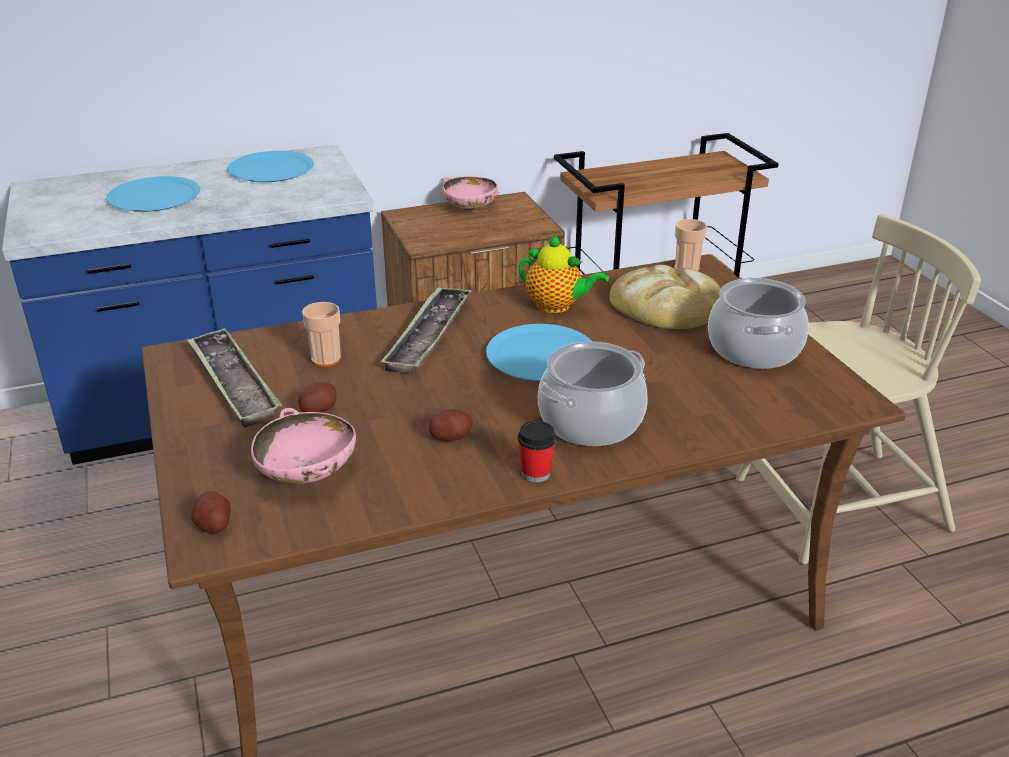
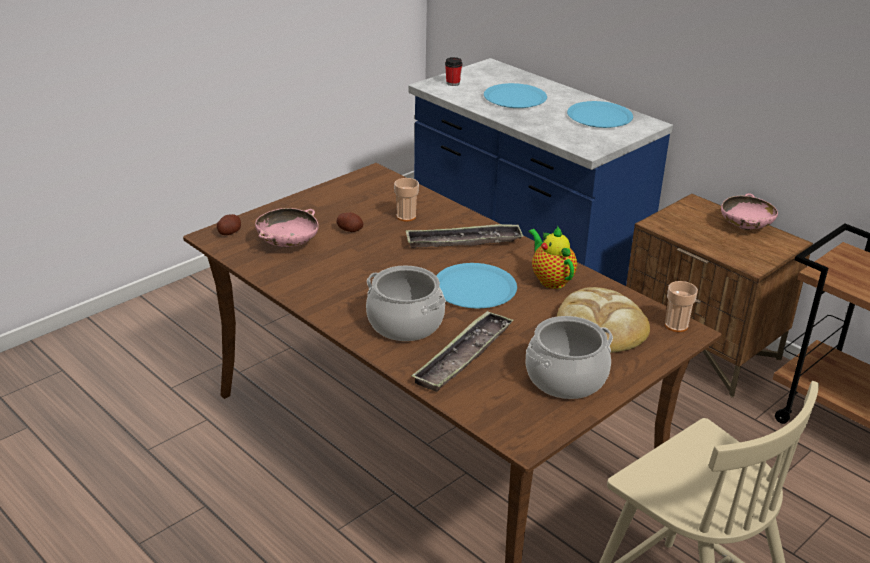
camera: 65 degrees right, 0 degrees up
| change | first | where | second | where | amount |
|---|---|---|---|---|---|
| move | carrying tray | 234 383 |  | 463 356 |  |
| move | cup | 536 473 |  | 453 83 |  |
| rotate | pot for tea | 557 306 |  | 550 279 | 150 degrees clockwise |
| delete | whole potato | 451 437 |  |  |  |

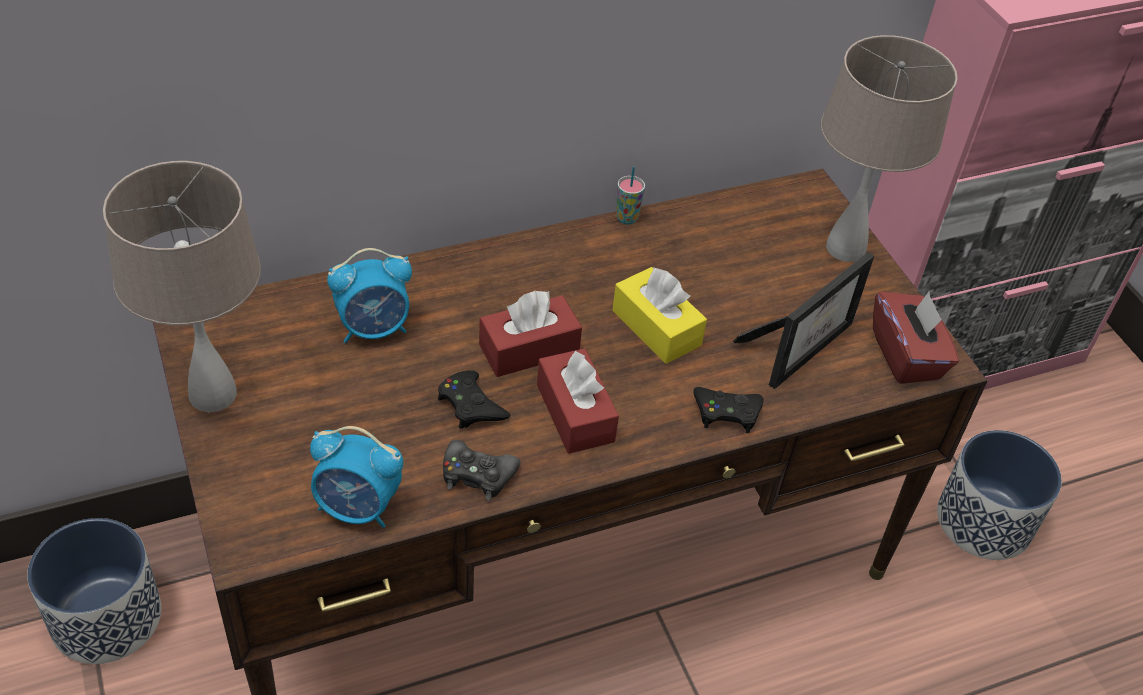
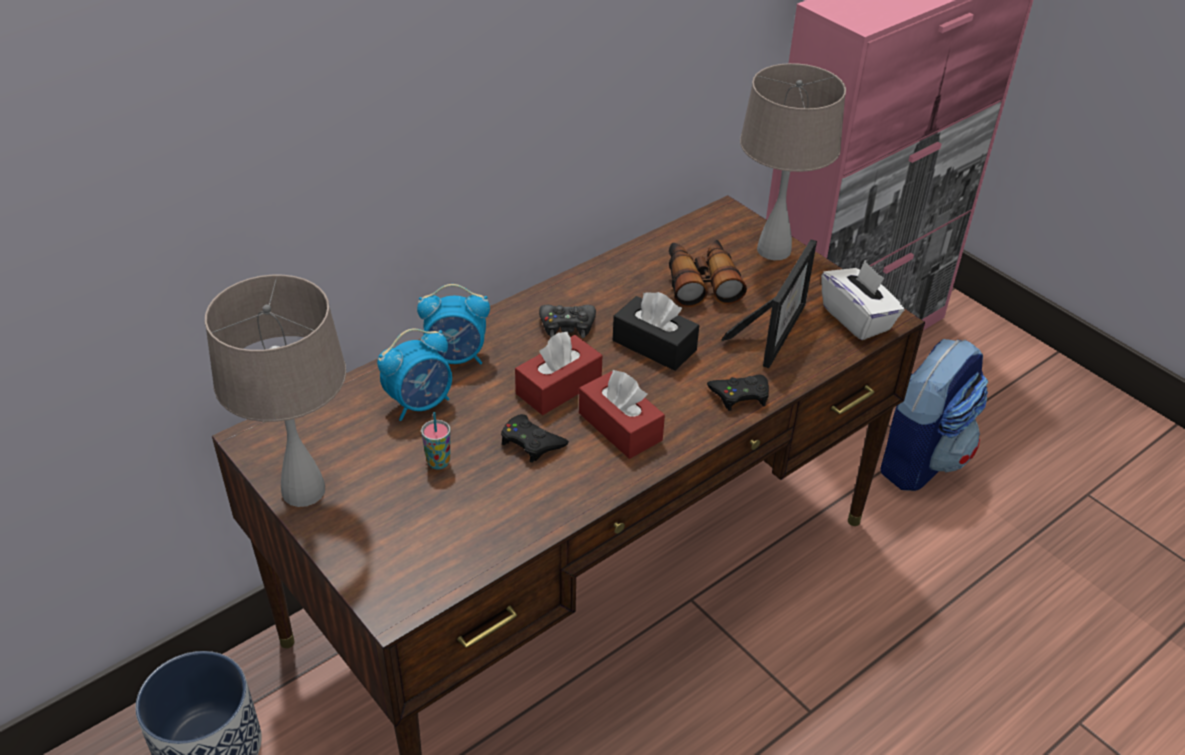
camera: 15 degrees left, 5 degrees down
| change | first | where | second | where | amount |
|---|---|---|---|---|---|
| move | alarm clock | 358 508 |  | 456 357 |  |
| move | cup | 626 218 |  | 438 462 |  |
| move | game controller in black-coloured | 477 475 |  | 567 326 |  |
| recolor | tissue holder in yellow-coloured | 656 328 | tissue holder in black-coloured | 654 345 |  |
| insert |  |  | pair of binoculars | 701 281 |  |
| recolor | tissue holder in reddish | 906 356 | tissue holder in white | 857 318 |  |
| replace | planter | 983 521 | rucksack | 918 458 |  |

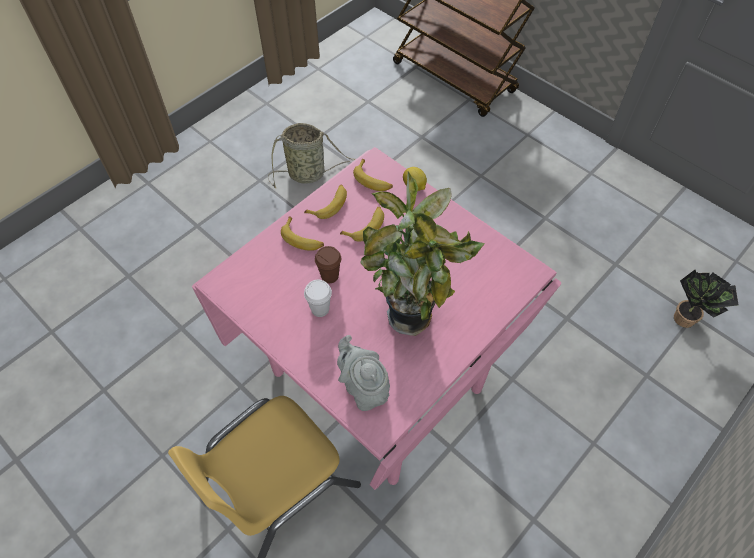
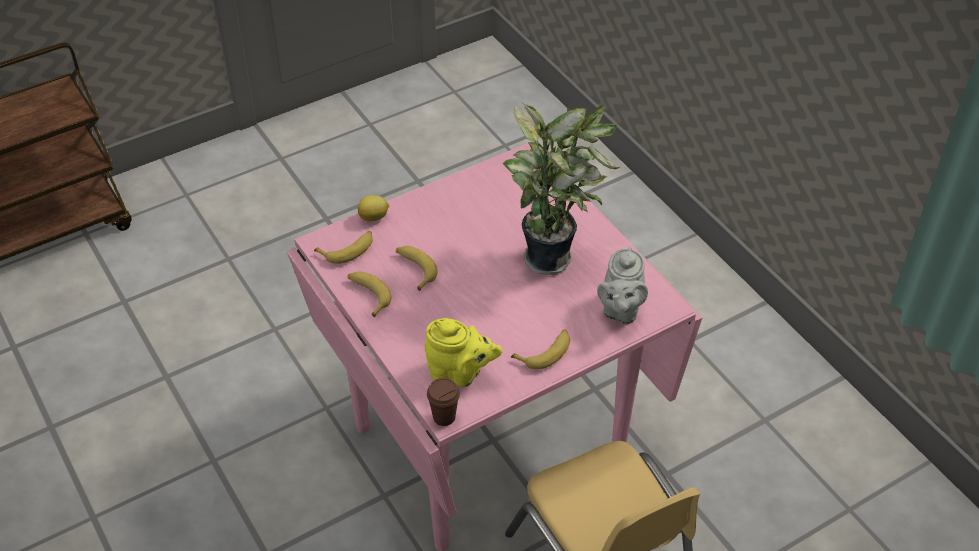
camera: 75 degrees left, 10 degrees down
| change | first | where | second | where | amount |
|---|---|---|---|---|---|
| insert |  |  | pot for tea in yellow-coloured | 459 373 |  |
| move | cup in brown-coloured | 329 276 |  | 444 417 |  |
| move | whole banana | 302 239 |  | 545 352 |  |
| rotate | pot for tea in greyish | 364 388 |  | 620 310 | 60 degrees counterclockwise |
| delete | household basket | 309 174 |  |  |  |
| delete | cup in white | 320 309 |  |  |  |
| delete | plant in a pot | 687 318 |  |  |  |

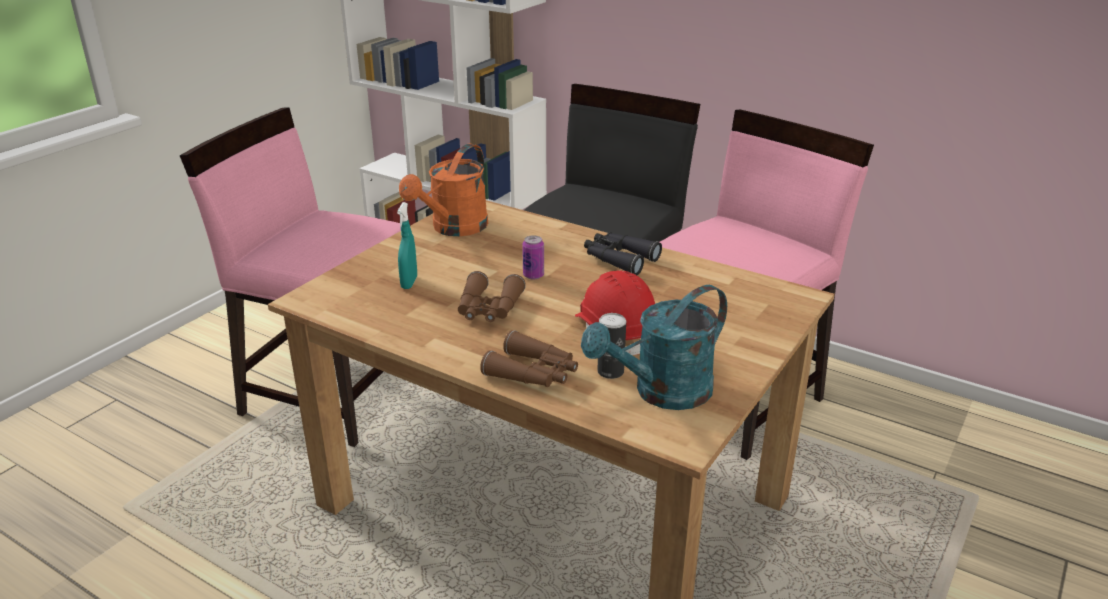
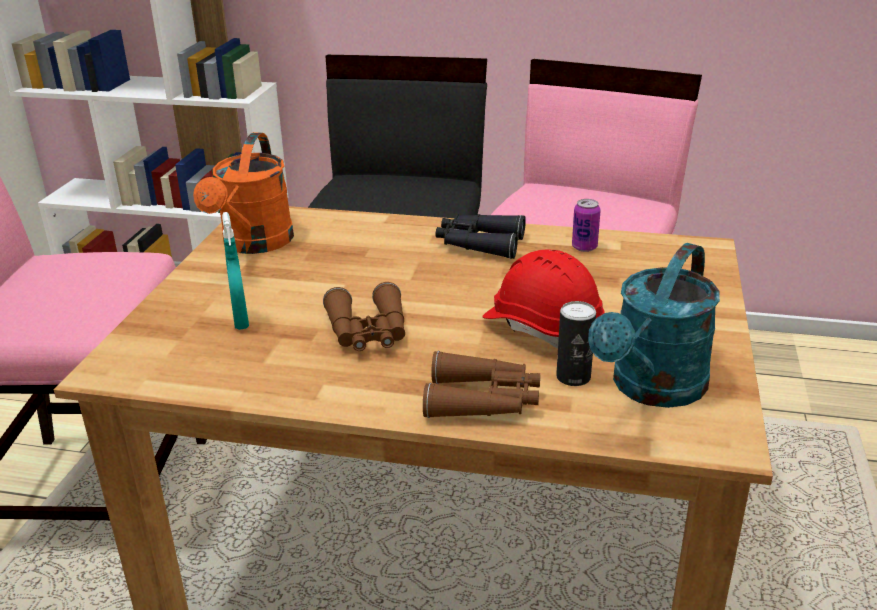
camera: 20 degrees left, 0 degrees up
| change | first | where | second | where | amount |
|---|---|---|---|---|---|
| move | sealed can | 533 275 |  | 584 247 |  |

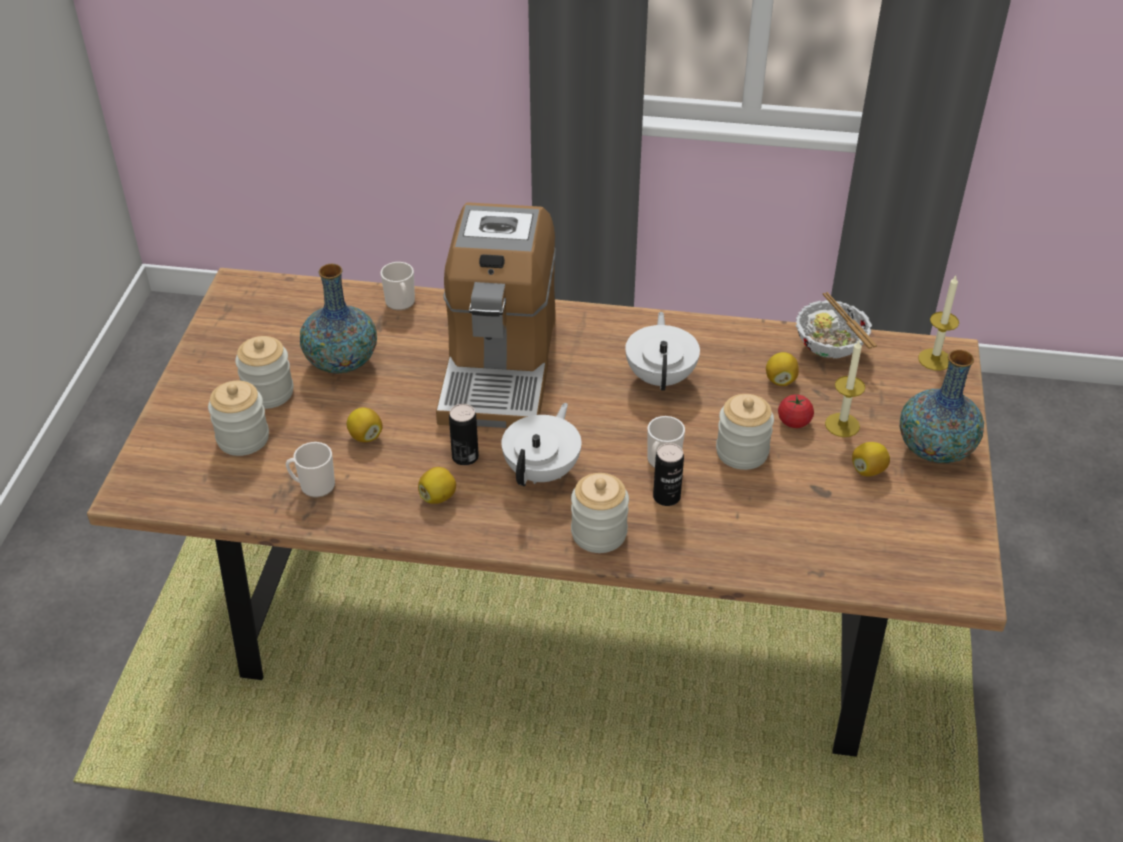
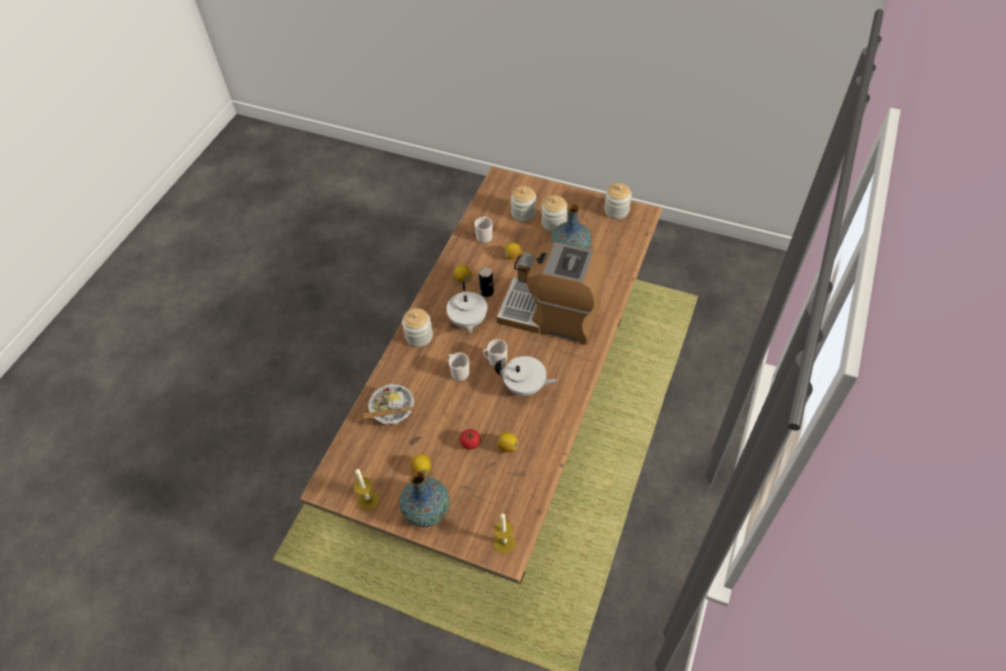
camera: 105 degrees right, 10 degrees up
| change | first | where | second | where | amount |
|---|---|---|---|---|---|
| move | wax candle | 842 425 |  | 368 500 |  |
| move | serving bowl | 830 347 |  | 393 413 |  |
| rotate | pot for tea in white | 543 471 |  | 467 321 | 45 degrees clockwise |
| move | mug | 401 303 |  | 495 360 |  |
| move | storage jar | 742 452 |  | 616 210 |  |
| delete | sealed can | 666 497 |  |  |  |

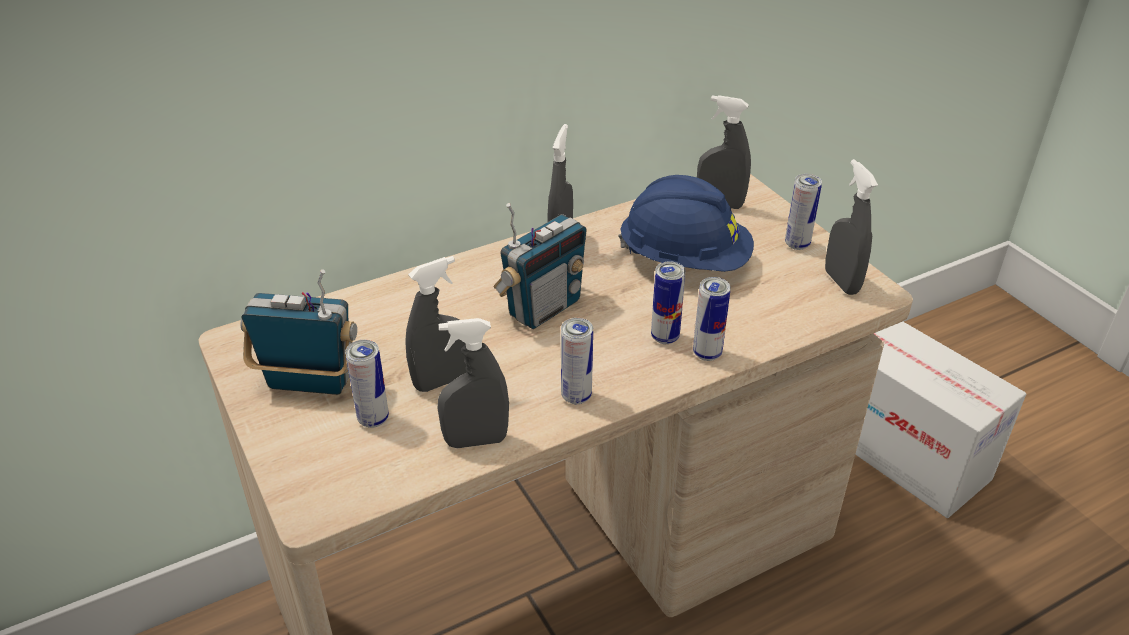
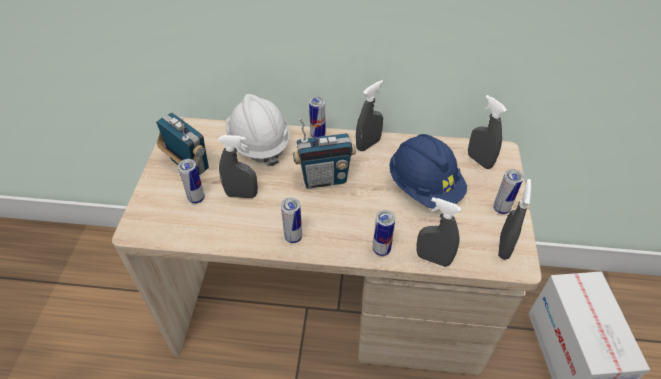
camera: 35 degrees right, 10 degrees up
| change | first | where | second | where | amount |
|---|---|---|---|---|---|
| insert |  |  | hard hat in white | 258 143 |  |
| move | sealed can | 665 337 |  | 318 135 |  |
| move | spray bottle in greyish | 476 441 |  | 433 259 |  |

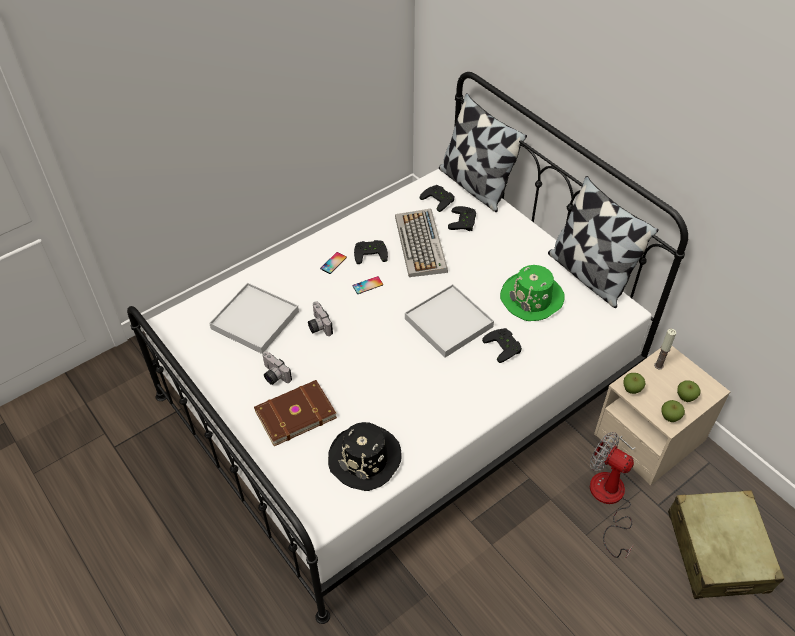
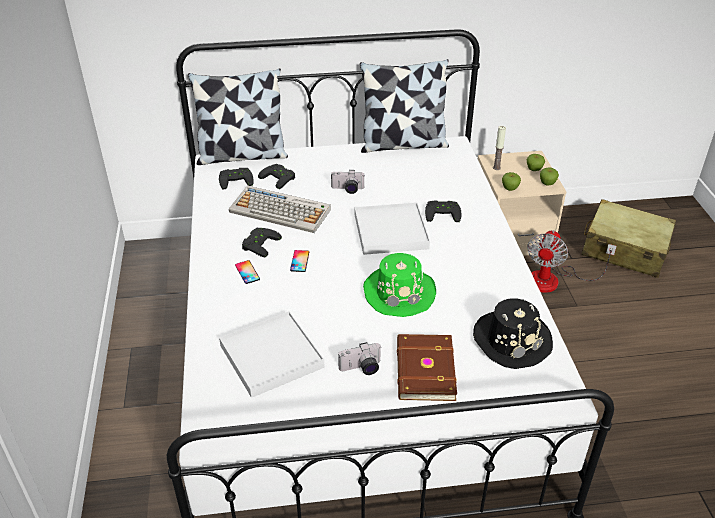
camera: 60 degrees left, 10 degrees down
| change | first | where | second | where | amount |
|---|---|---|---|---|---|
| move | photo camera | 318 326 |  | 347 190 |  |
| move | clothing hat in green-coloured | 532 298 |  | 399 292 |  |
| rotate | electric fan | 608 501 |  | 553 280 | 45 degrees counterclockwise |

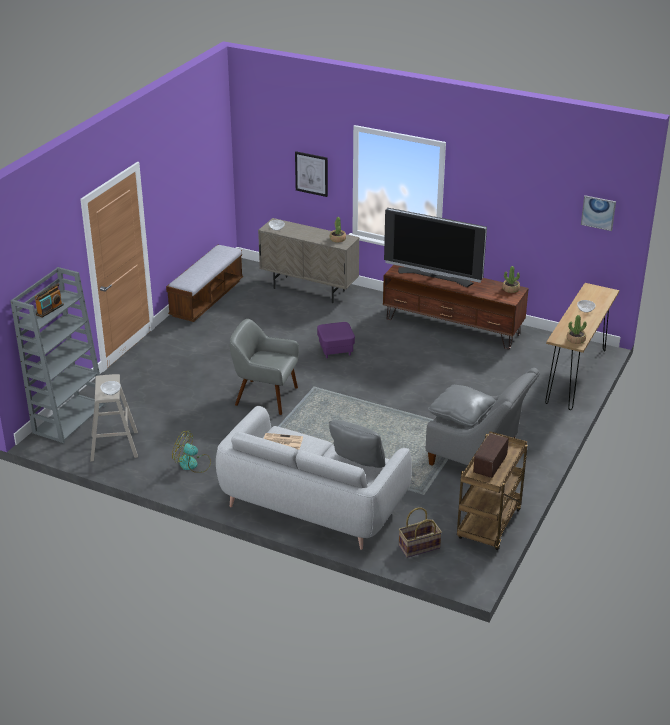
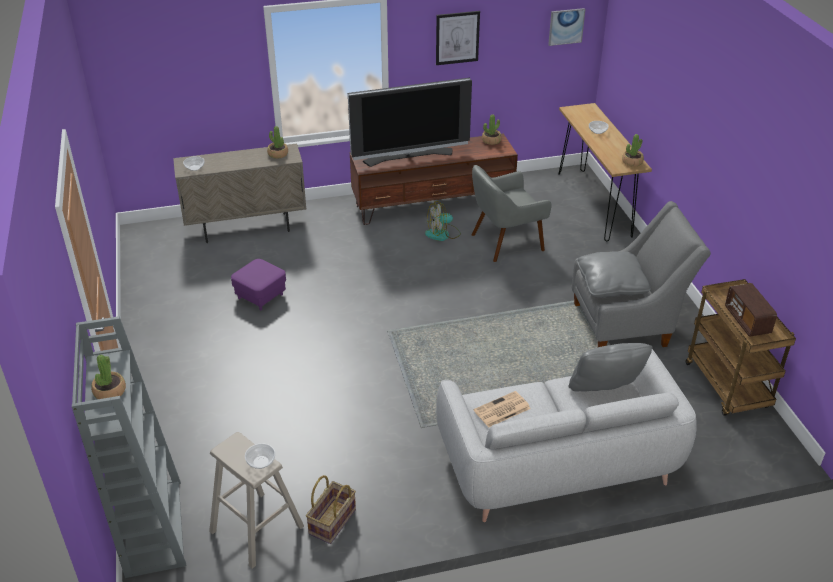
camera: 40 degrees left, 5 degrees up
| change | first | where | second | where | amount |
|---|---|---|---|---|---|
| replace | radio receiver | 49 310 | plant in a pot | 109 391 |  |
| move | footrest in purple-coloured | 335 350 |  | 261 296 |  |
| move | household basket | 419 547 |  | 333 522 |  |
| move | electric fan | 193 464 |  | 443 234 |  |
| move | picture | 311 173 |  | 457 37 |  |
| move | armchair in greyish | 265 396 |  | 505 242 |  |
| delete | long seat | 207 298 |  |  |  |

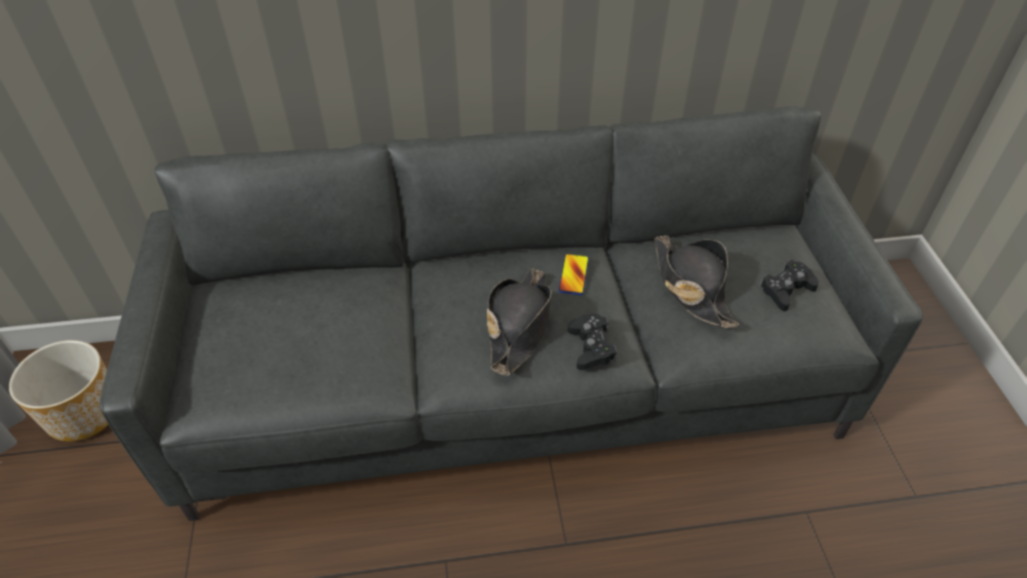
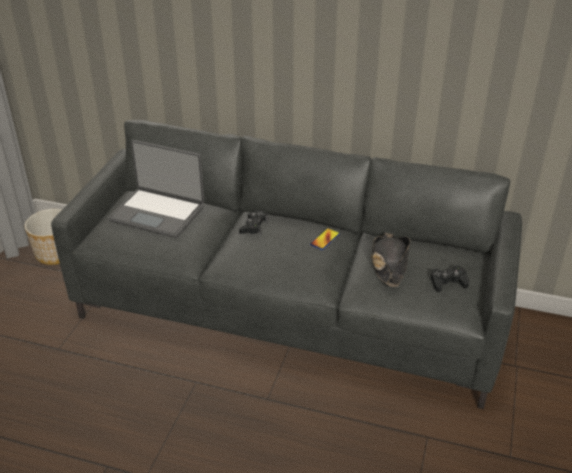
camera: 25 degrees right, 10 degrees down
| change | first | where | second | where | amount |
|---|---|---|---|---|---|
| insert |  |  | notebook computer | 158 213 |  |
| move | game controller in black-coloured | 591 347 |  | 254 227 |  |
| delete | clothing hat in black-coloured | 519 325 |  |  |  |

